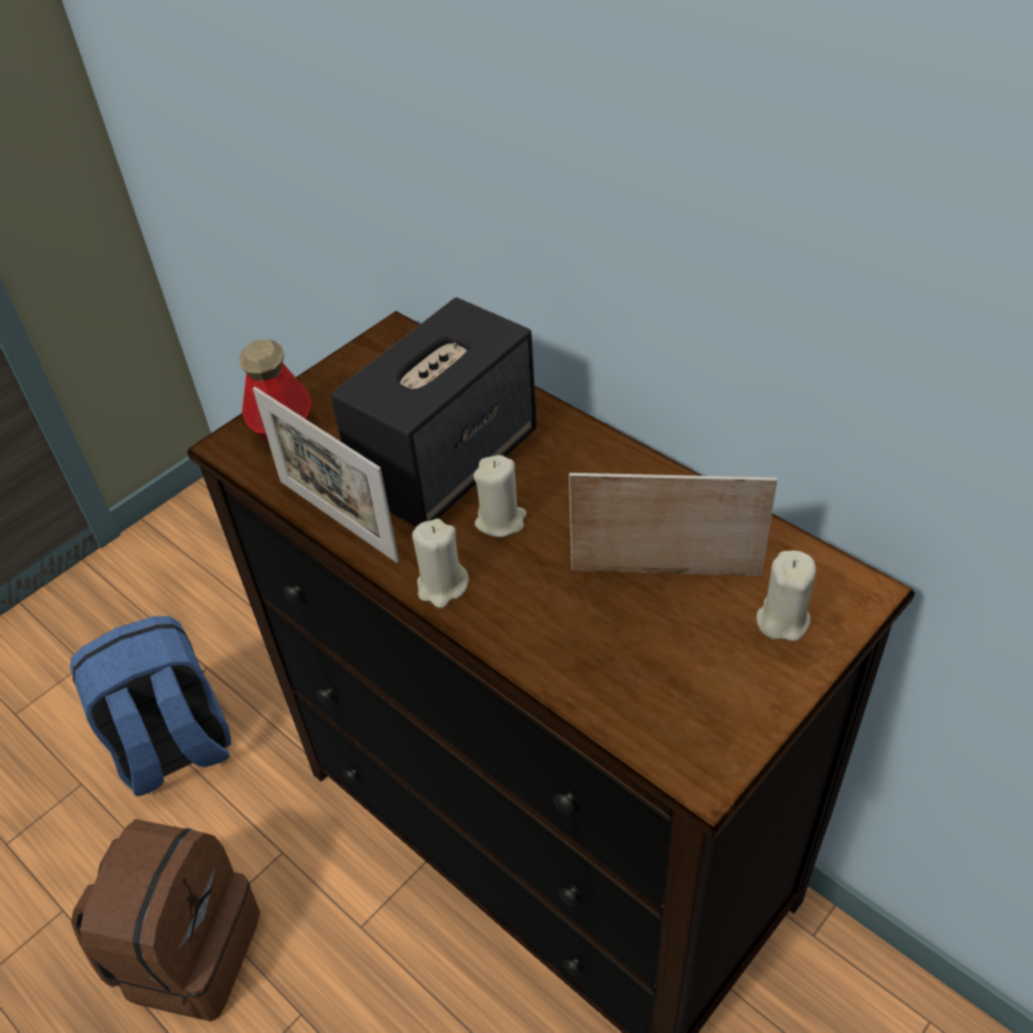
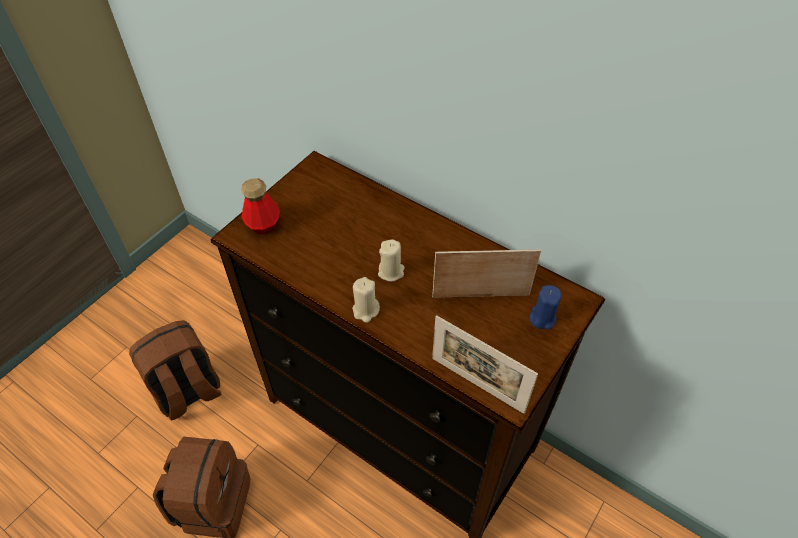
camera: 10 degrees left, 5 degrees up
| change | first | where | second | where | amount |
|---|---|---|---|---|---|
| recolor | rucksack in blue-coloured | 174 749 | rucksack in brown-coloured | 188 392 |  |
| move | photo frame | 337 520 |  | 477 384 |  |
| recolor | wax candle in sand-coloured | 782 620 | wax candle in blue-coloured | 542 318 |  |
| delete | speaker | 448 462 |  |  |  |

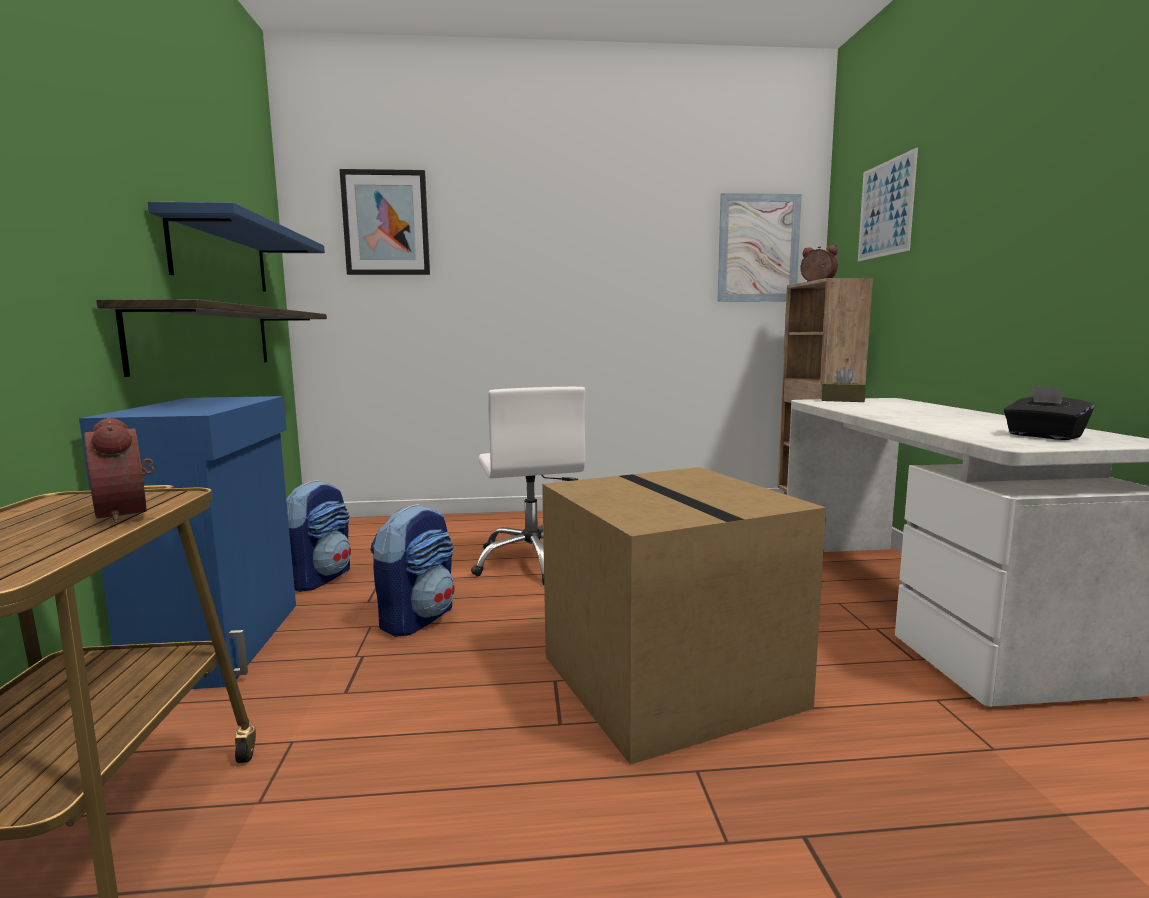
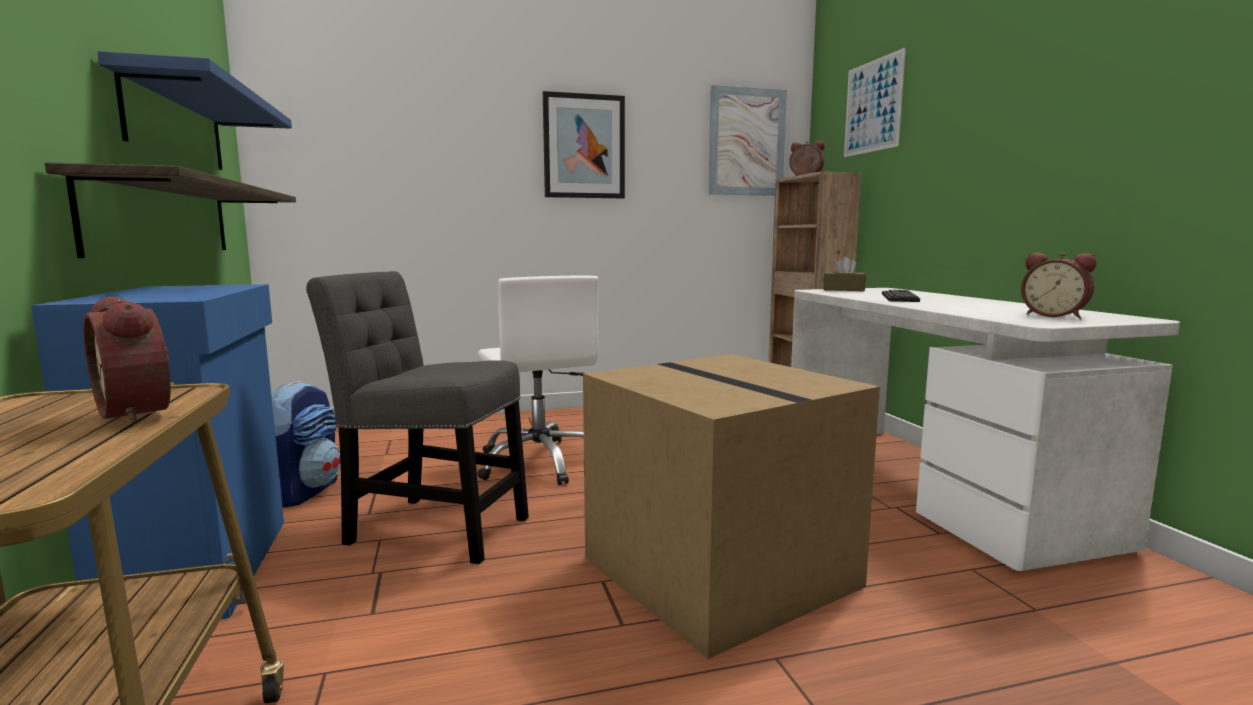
camera: 10 degrees left, 0 degrees up
| change | first | where | second | where | amount |
|---|---|---|---|---|---|
| replace | rucksack | 417 619 | plain chair in greyish | 431 528 |  |
| move | picture | 386 223 |  | 584 146 |  |
| insert |  |  | computer keyboard | 899 297 |  |
| replace | tissue holder in black-coloured | 1043 436 | alarm clock | 1054 315 |  |

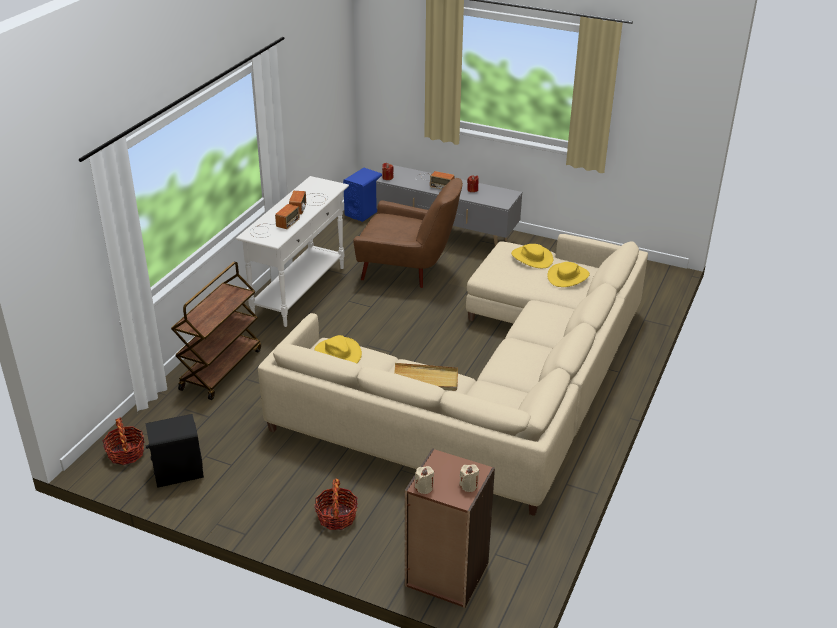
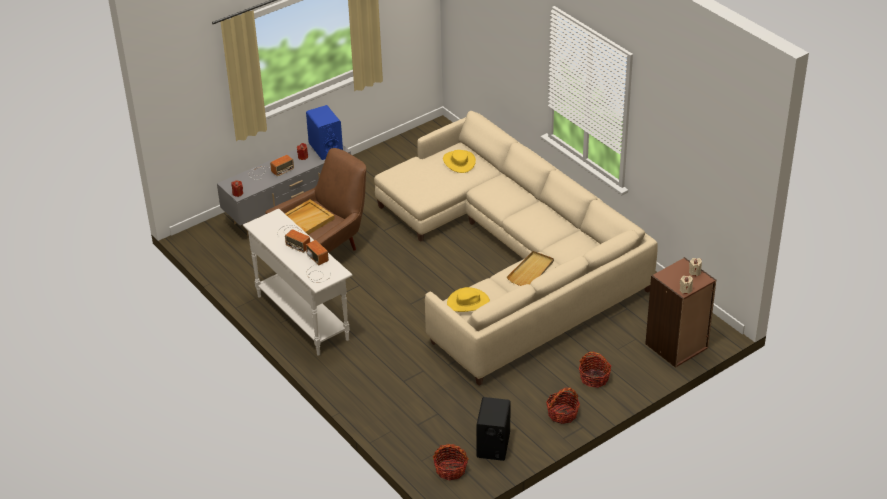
camera: 60 degrees left, 5 degrees up
| change | first | where | second | where | amount |
|---|---|---|---|---|---|
| insert |  |  | carrying tray in sand-coloured | 308 219 |  |
| move | speaker in blue-coloured | 363 212 |  | 325 148 |  |
| insert |  |  | household basket | 562 414 |  |
| delete | wheeled cart in brown-coloured | 221 369 |  |  |  |
| delete | clothing hat in yellow-coloured | 532 258 |  |  |  |

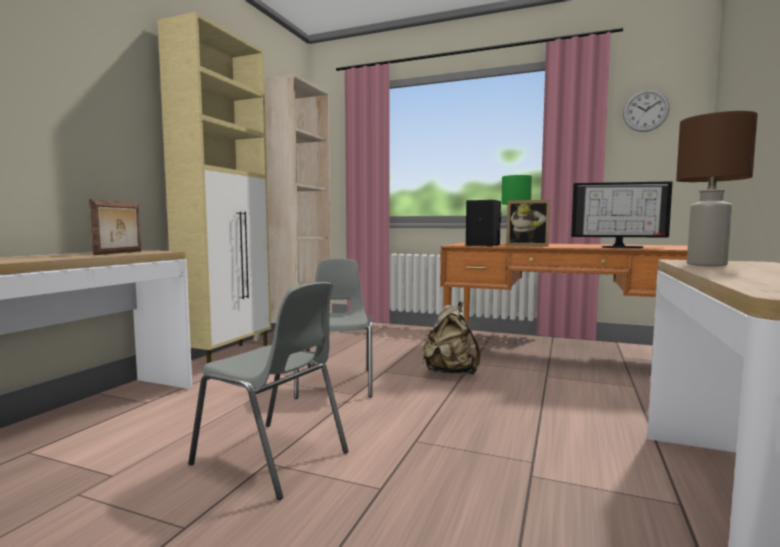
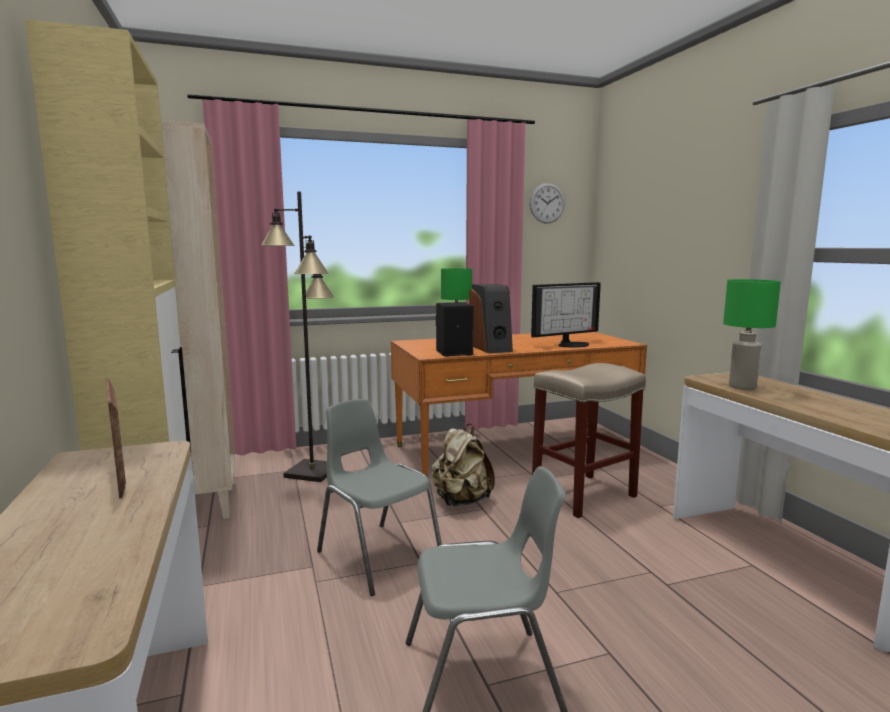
camera: 40 degrees left, 5 degrees up
| change | first | where | second | where | amount |
|---|---|---|---|---|---|
| insert |  |  | floor lamp in black-coloured | 312 471 |  |
| replace | photo frame | 527 245 | speaker | 491 348 |  |
| insert |  |  | stool in sand-coloured | 583 496 |  |
| recolor | tabletop lamp in brown-coloured | 707 265 | tabletop lamp in green-coloured | 743 387 |  |

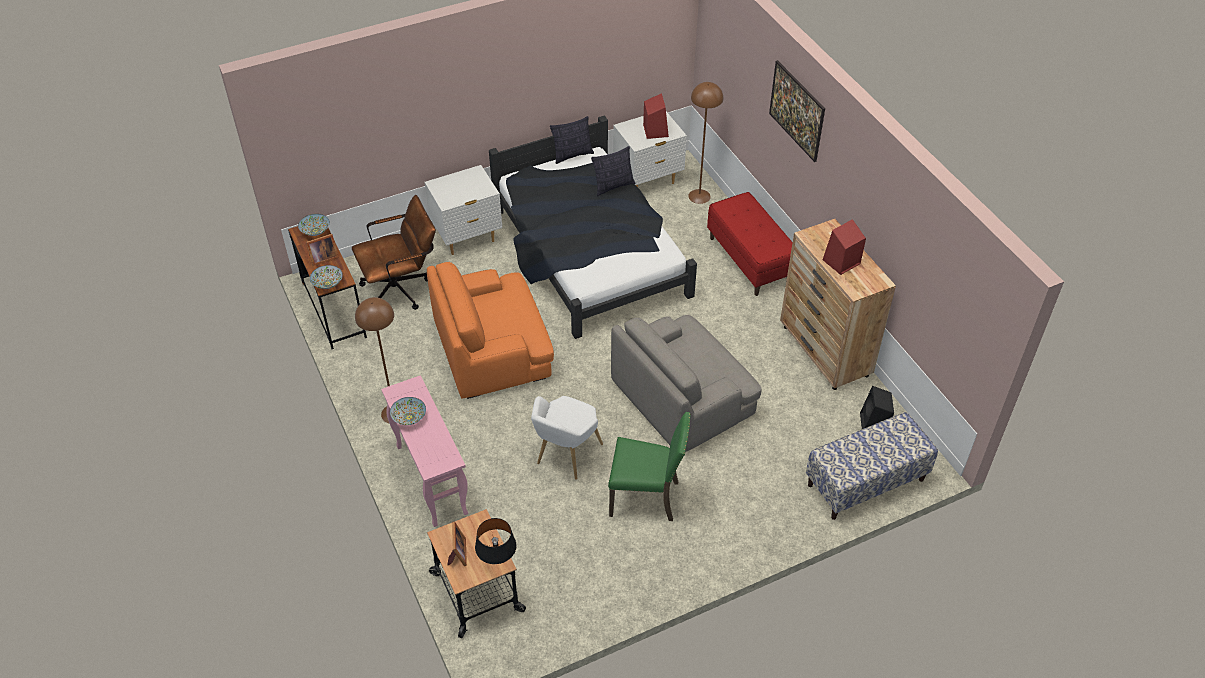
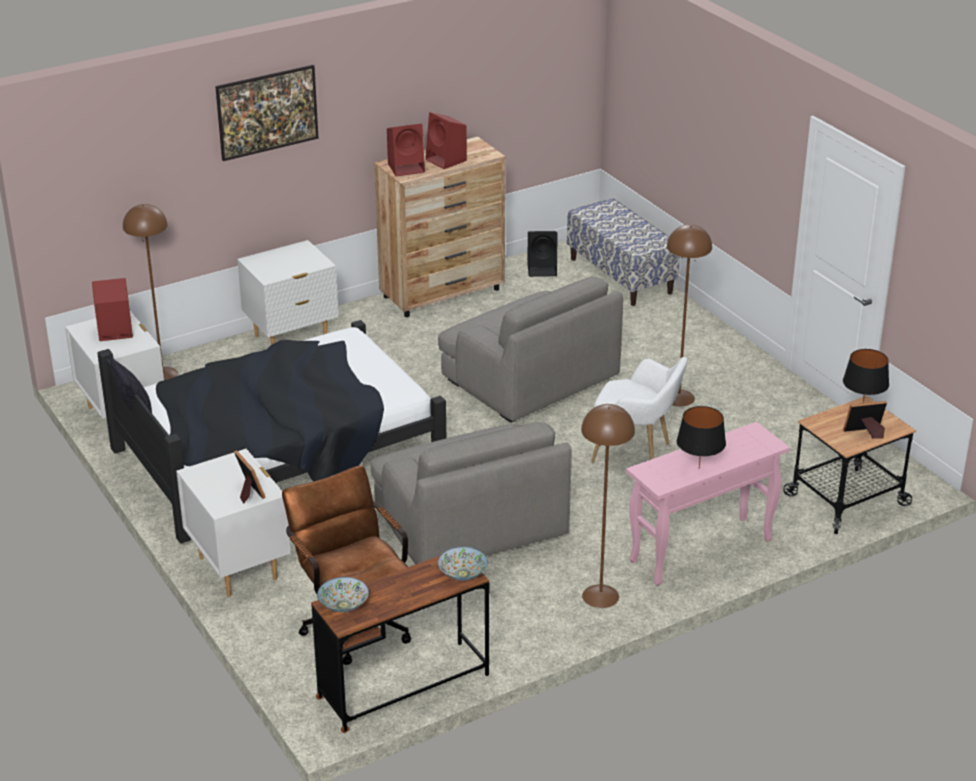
camera: 95 degrees left, 15 degrees down
| change | first | where | second | where | amount |
|---|---|---|---|---|---|
| move | photo frame | 322 258 |  | 248 492 |  |
| replace | long seat in reddish | 749 260 | nightstand in white | 291 338 |  |
| recolor | armchair in orange-coloured | 493 350 | armchair in greyish | 470 522 |  |
| insert |  |  | speaker in reddish | 407 168 |  |
| replace | plain chair in green-coloured | 646 497 | floor lamp in brown-coloured | 679 397 |  |
| replace | serving bowl | 409 417 | tabletop lamp in black-coloured | 698 468 |  |
| delete | pillow | 613 186 |  |  |  |

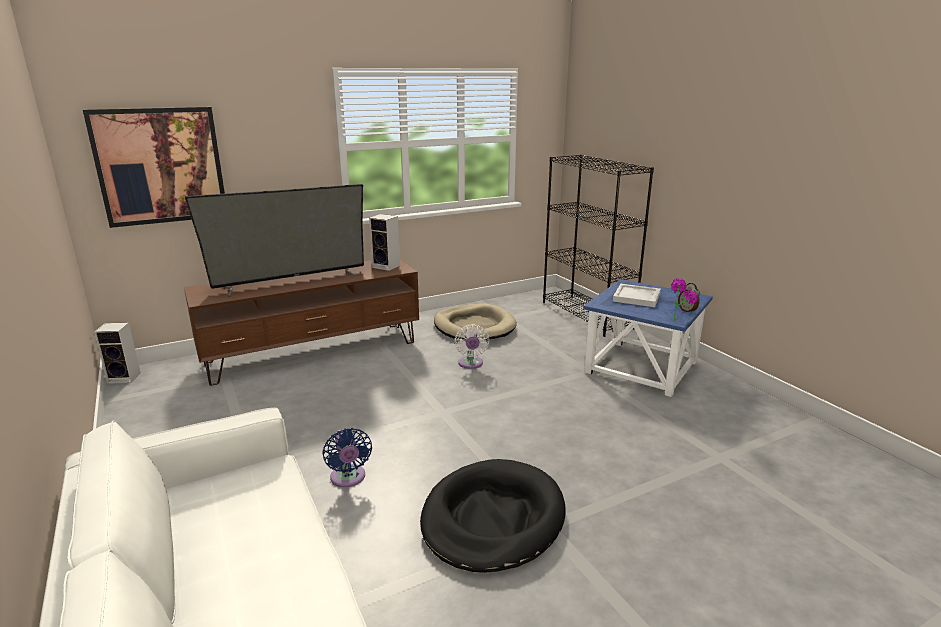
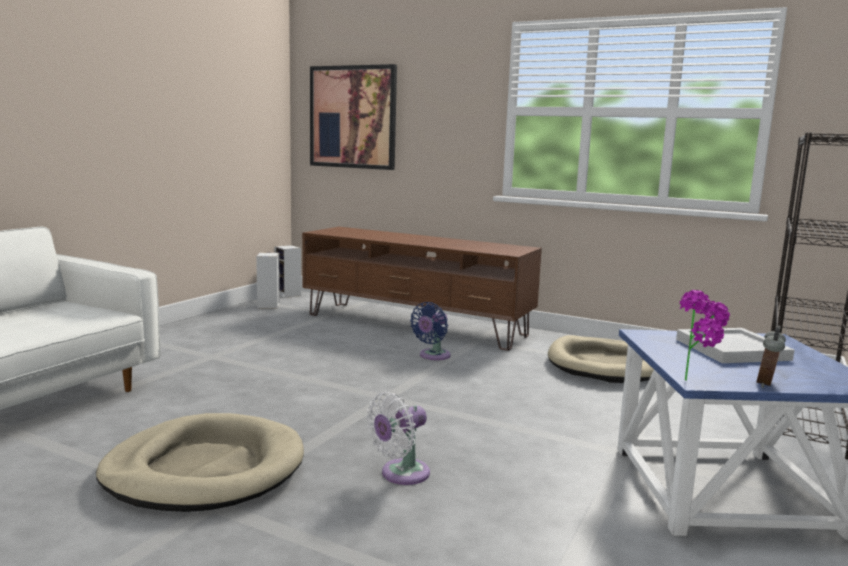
camera: 55 degrees right, 10 degrees down
| change | first | where | second | where | amount |
|---|---|---|---|---|---|
| recolor | dog cushion in black-coloured | 492 519 | dog cushion in sand-coloured | 205 469 |  |
| move | speaker | 387 266 |  | 269 306 |  |
| move | electric fan in white | 470 364 |  | 401 474 |  |
| move | electric fan in blue-coloured | 348 478 |  | 432 356 |  |
| delete | television | 291 281 |  |  |  |

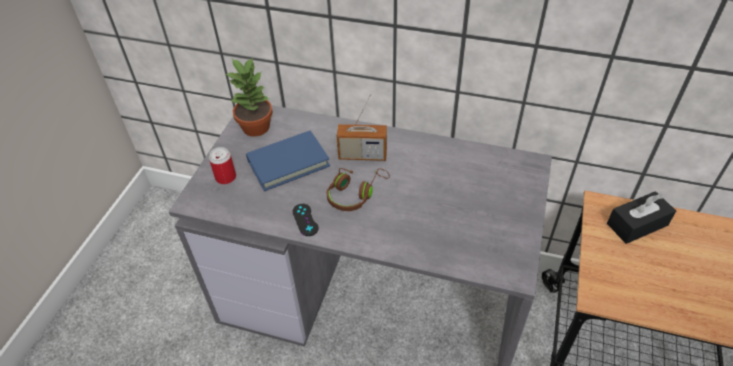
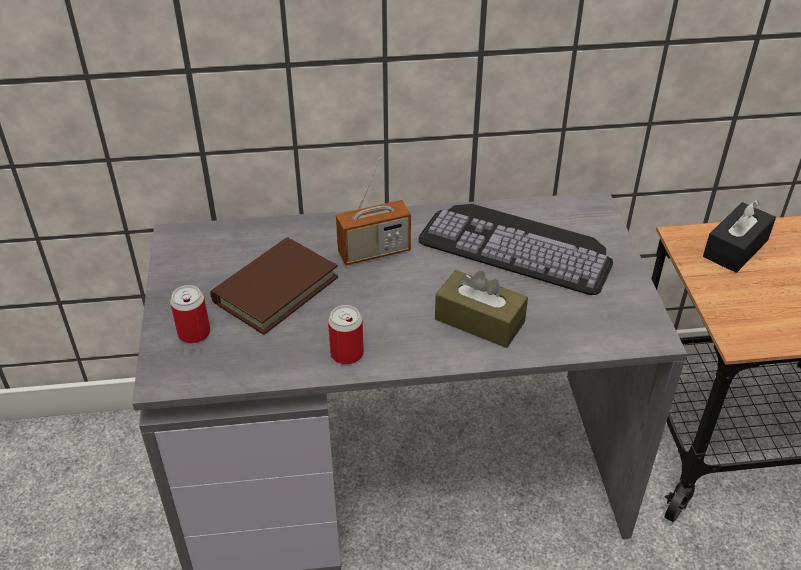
camera: 25 degrees left, 5 degrees down
| change | first | where | second | where | amount |
|---|---|---|---|---|---|
| recolor | bound book in blue-coloured | 288 163 | bound book in brown-coloured | 275 289 |  |
| replace | game controller in black-coloured | 305 220 | sealed can | 347 353 |  |
| insert |  |  | computer keyboard | 519 245 |  |
| insert |  |  | tissue holder in brown-coloured | 479 320 |  |
| delete | plant in a pot | 256 126 |  |  |  |
| delete | pair of headphones in brown-coloured | 355 194 |  |  |  |

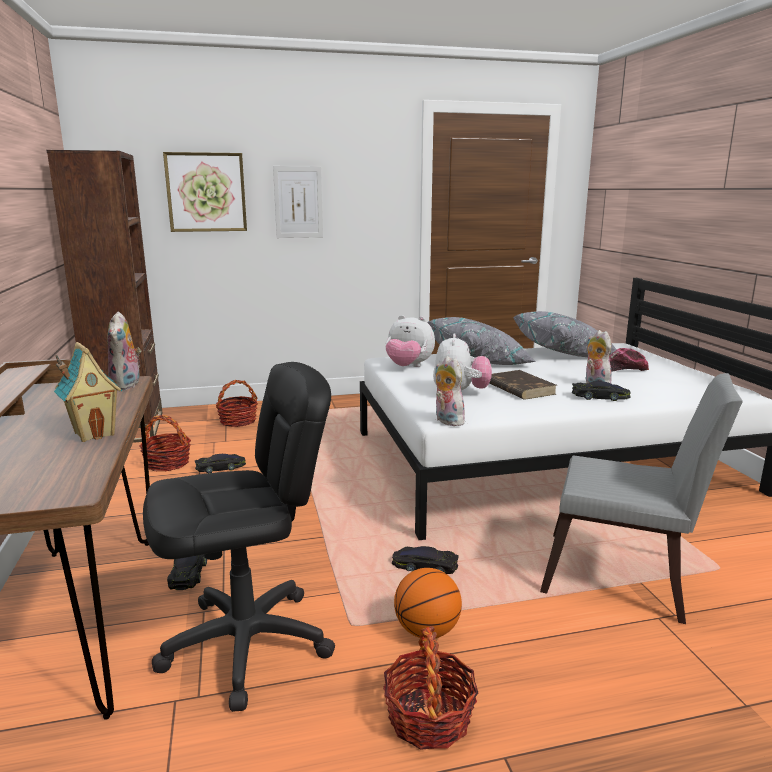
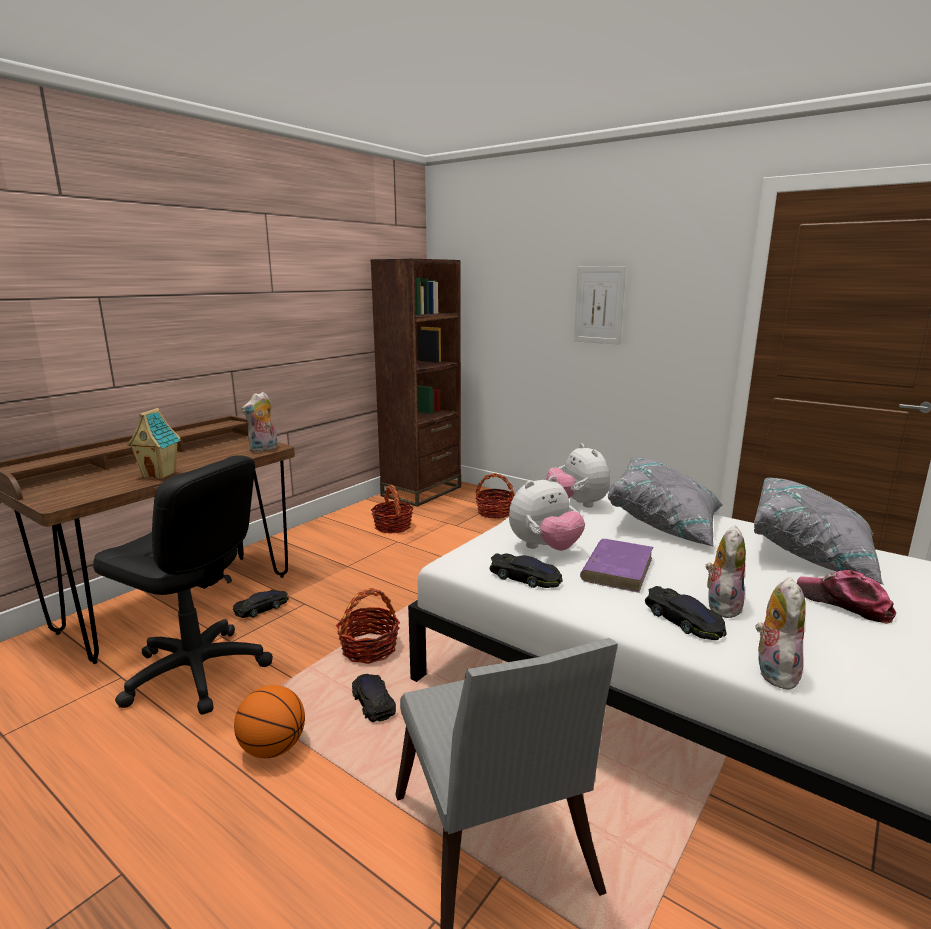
camera: 50 degrees right, 0 degrees up
| change | first | where | second | where | amount |
|---|---|---|---|---|---|
| move | household basket | 429 717 |  | 369 648 |  |
| move | model car in black-coloured | 221 467 |  | 525 577 |  |
| recolor | bound book in brown-coloured | 519 388 | bound book in purple-coloured | 617 568 |  |
| move | cuddly toy | 446 421 |  | 773 671 |  |
| delete | picture | 206 192 |  |  |  |

